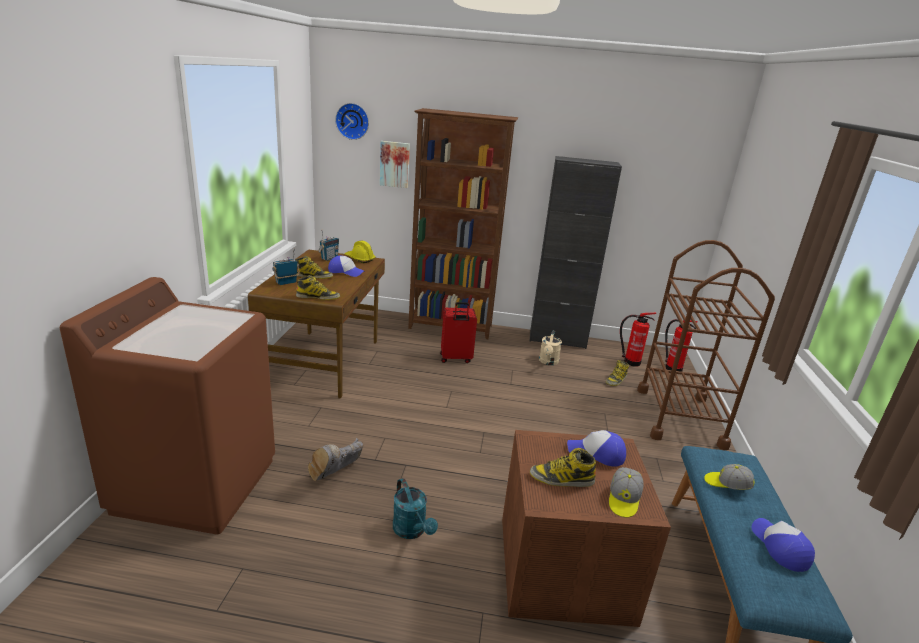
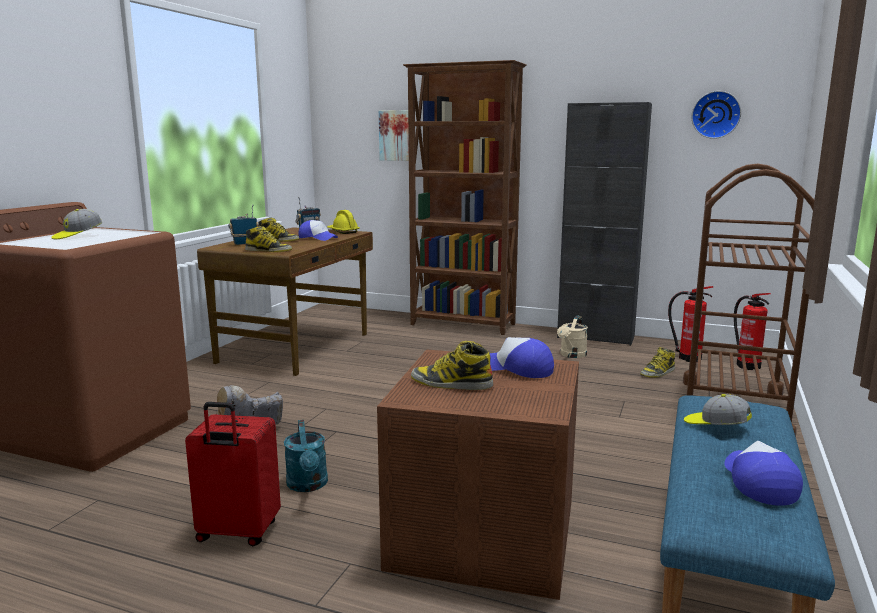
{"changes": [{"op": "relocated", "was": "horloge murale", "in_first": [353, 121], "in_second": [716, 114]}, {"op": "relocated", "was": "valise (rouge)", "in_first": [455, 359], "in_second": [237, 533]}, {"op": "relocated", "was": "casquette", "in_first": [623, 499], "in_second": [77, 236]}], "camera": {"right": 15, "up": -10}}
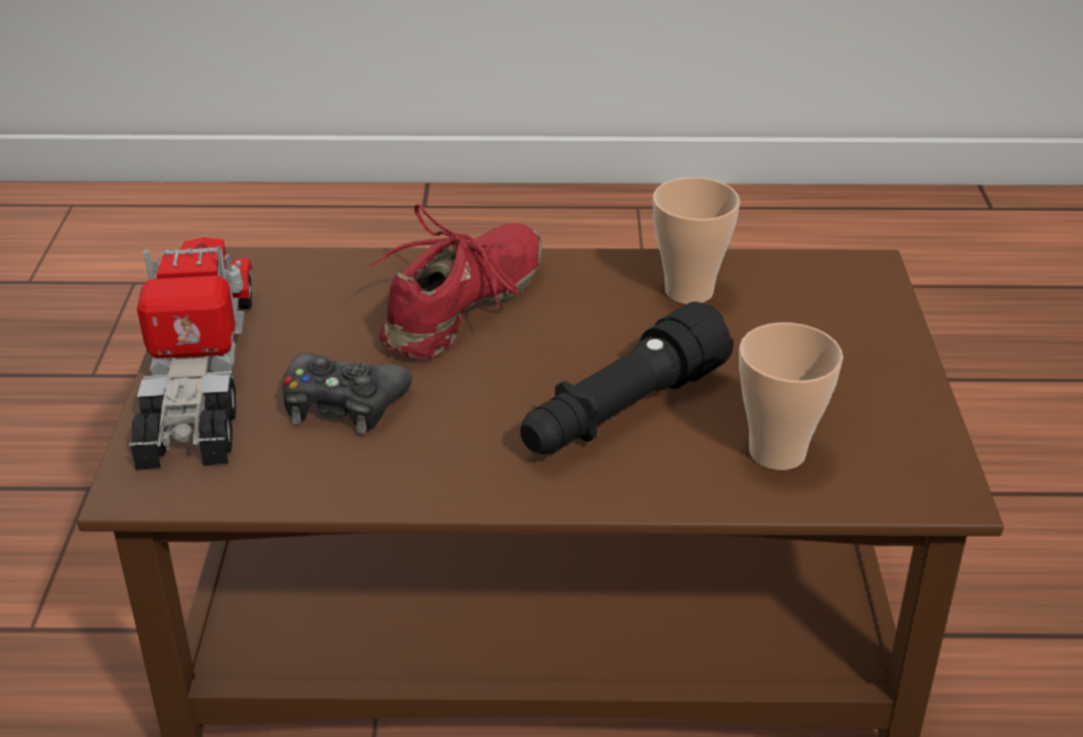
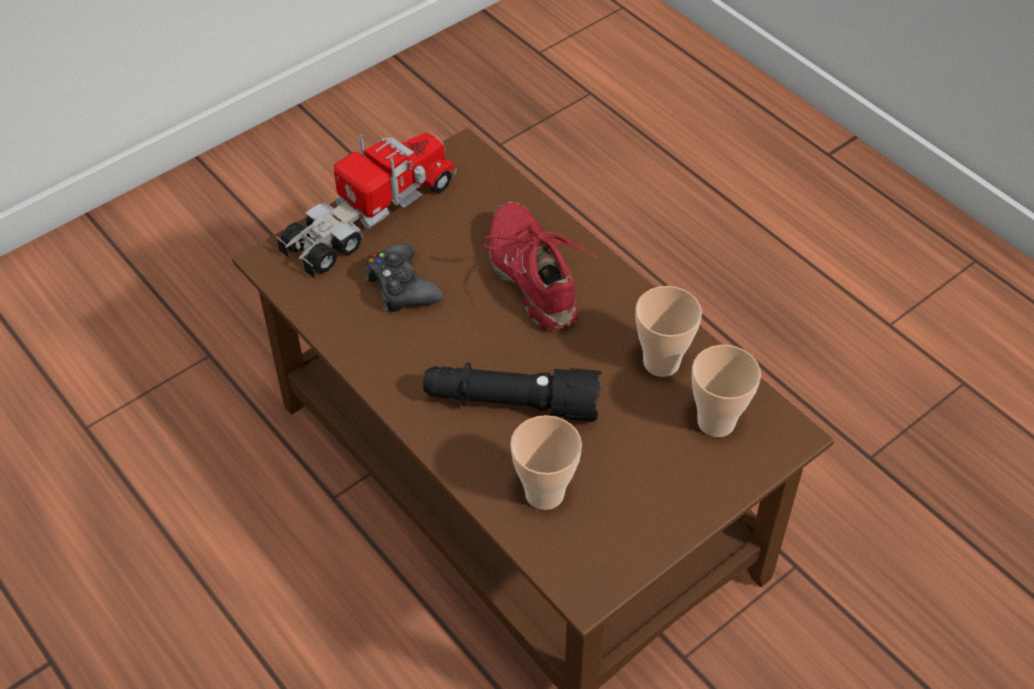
{"changes": [{"op": "spun", "was": "chaussure (rouge)", "in_first": [465, 308], "in_second": [534, 276], "clockwise": -105}, {"op": "appeared", "now": "tasse", "in_second": [716, 422]}], "camera": {"right": 50, "up": 15}}
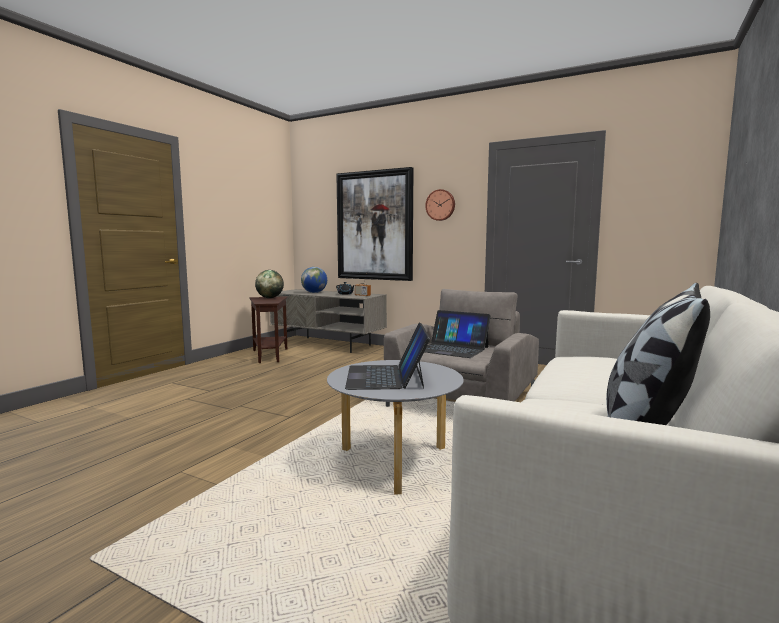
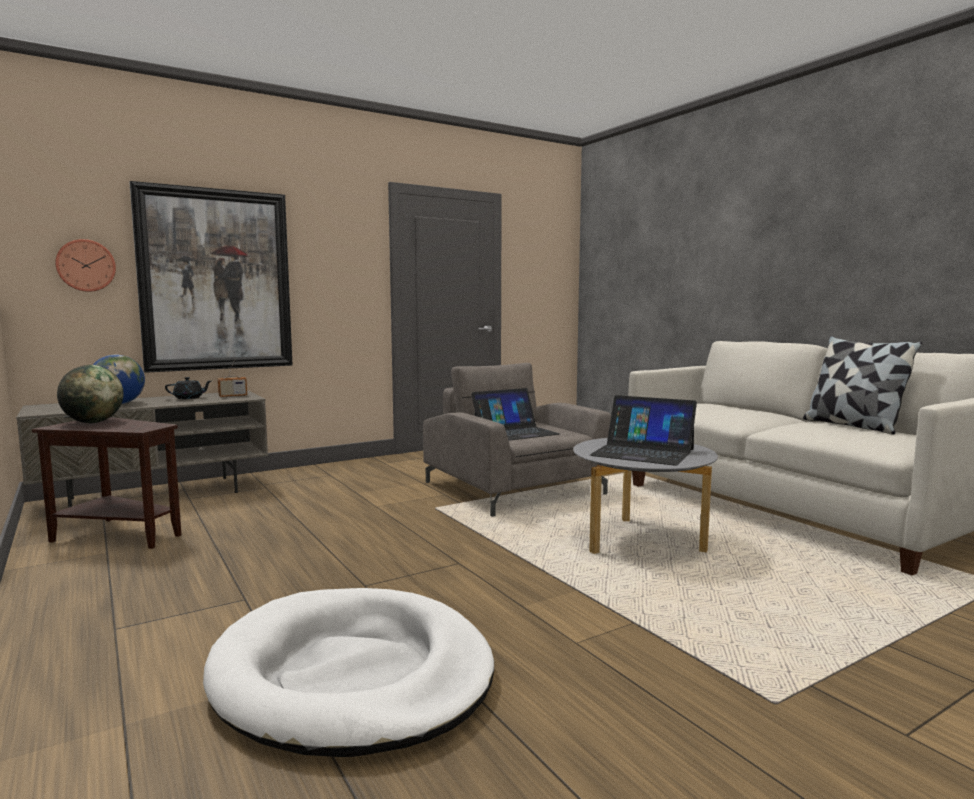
{"changes": [{"op": "relocated", "was": "horloge murale", "in_first": [440, 205], "in_second": [86, 265]}, {"op": "appeared", "now": "panier pour chien (blanc)", "in_second": [352, 676]}], "camera": {"right": -60, "up": 0}}
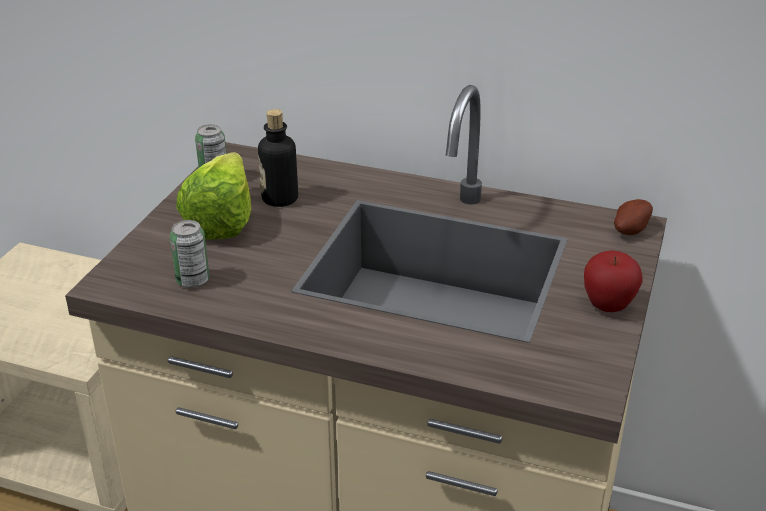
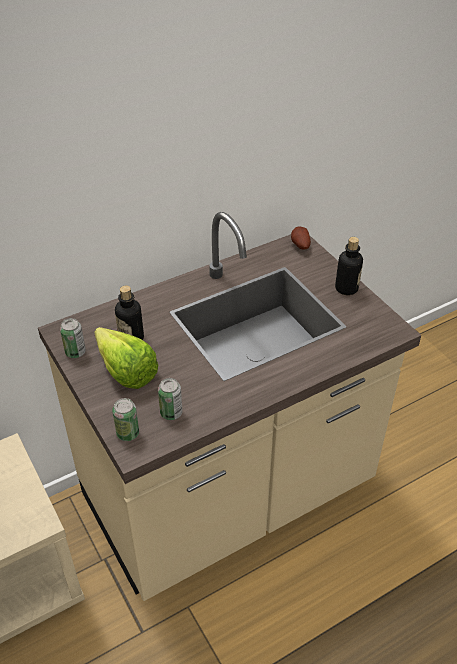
{"changes": [{"op": "exchanged", "was": "pomme", "now": "bouteille", "in_first": [608, 306], "in_second": [346, 288]}, {"op": "appeared", "now": "boîte métallique", "in_second": [127, 433]}], "camera": {"right": -50, "up": 10}}
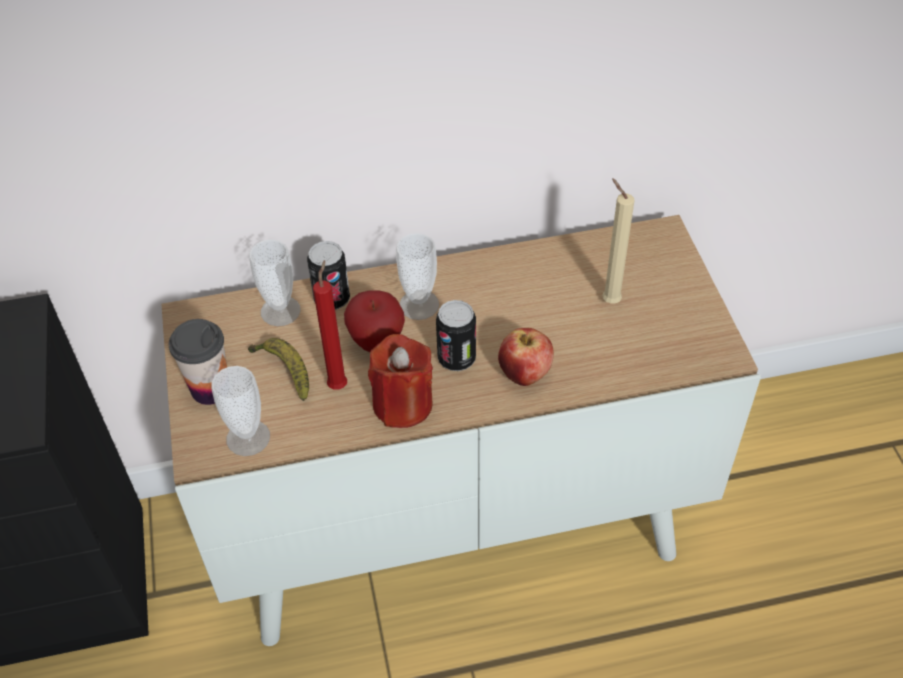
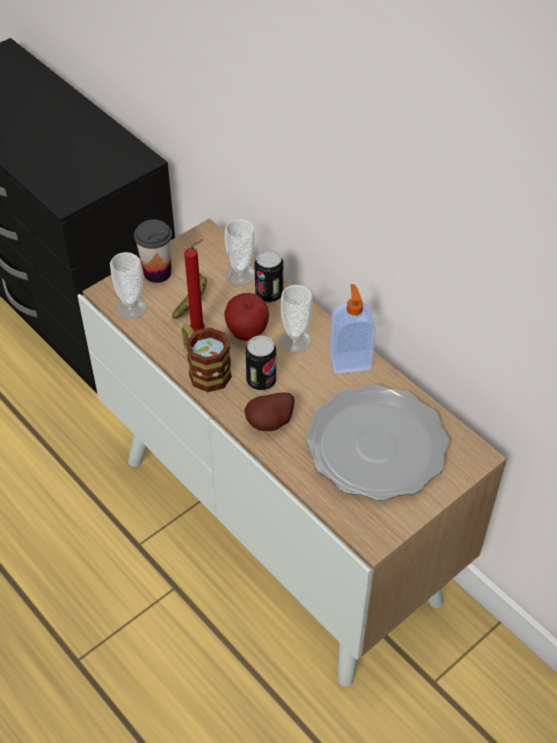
{"changes": [{"op": "exchanged", "was": "bougie (rouge)", "now": "mug", "in_first": [403, 404], "in_second": [204, 369]}, {"op": "exchanged", "was": "pomme", "now": "pomme de terre", "in_first": [524, 374], "in_second": [272, 424]}, {"op": "exchanged", "was": "bougie (beige)", "now": "assiette", "in_first": [608, 300], "in_second": [377, 445]}, {"op": "appeared", "now": "distributeur de savon", "in_second": [350, 361]}], "camera": {"right": 60, "up": 0}}
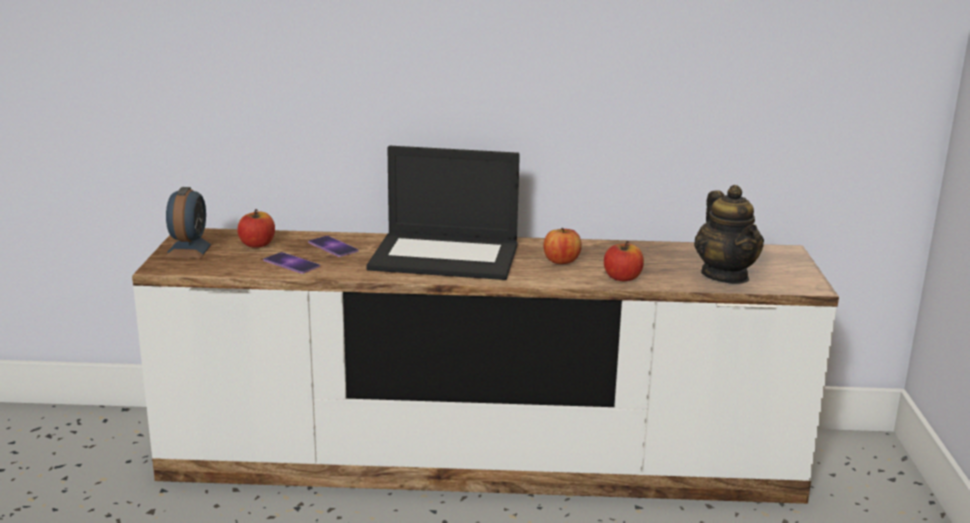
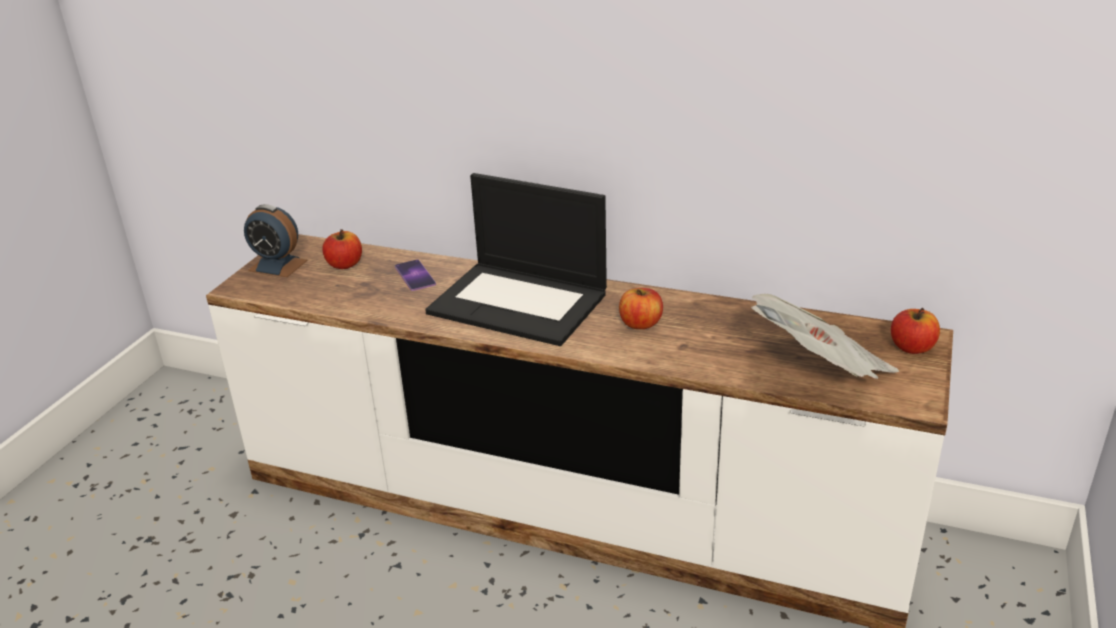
{"changes": [{"op": "spun", "was": "réveil", "in_first": [189, 250], "in_second": [278, 265], "clockwise": 90}, {"op": "missing", "was": "téléphone", "in_first": [291, 263]}, {"op": "relocated", "was": "pomme", "in_first": [622, 278], "in_second": [912, 347]}, {"op": "exchanged", "was": "théière", "now": "journal", "in_first": [725, 275], "in_second": [821, 370]}], "camera": {"right": 20, "up": 10}}
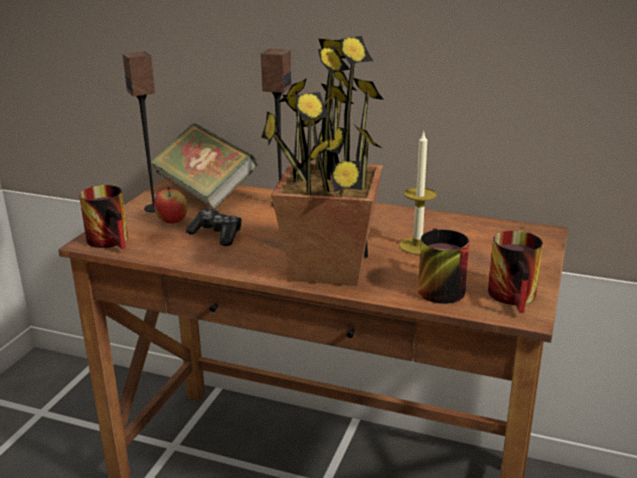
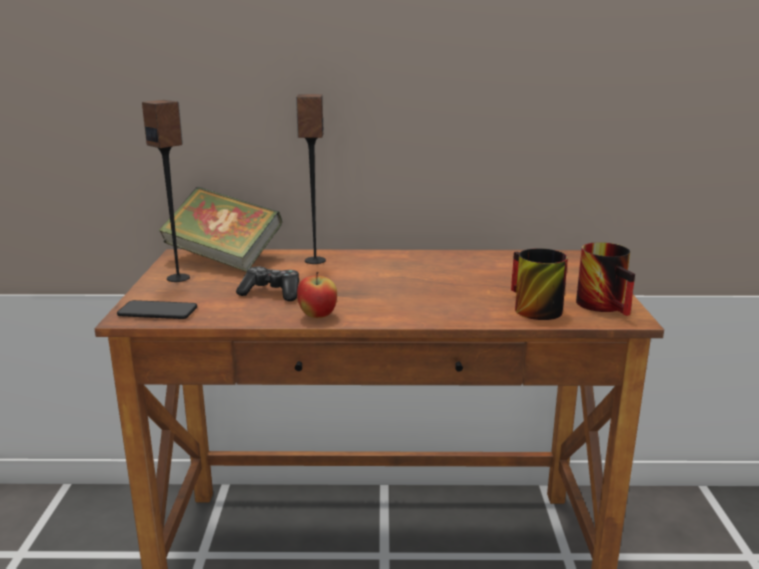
{"changes": [{"op": "exchanged", "was": "mug", "now": "téléphone", "in_first": [114, 240], "in_second": [157, 311]}, {"op": "relocated", "was": "pomme", "in_first": [173, 222], "in_second": [317, 316]}, {"op": "missing", "was": "plante en pot", "in_first": [329, 269]}, {"op": "missing", "was": "bougie", "in_first": [417, 246]}], "camera": {"right": -20, "up": -5}}
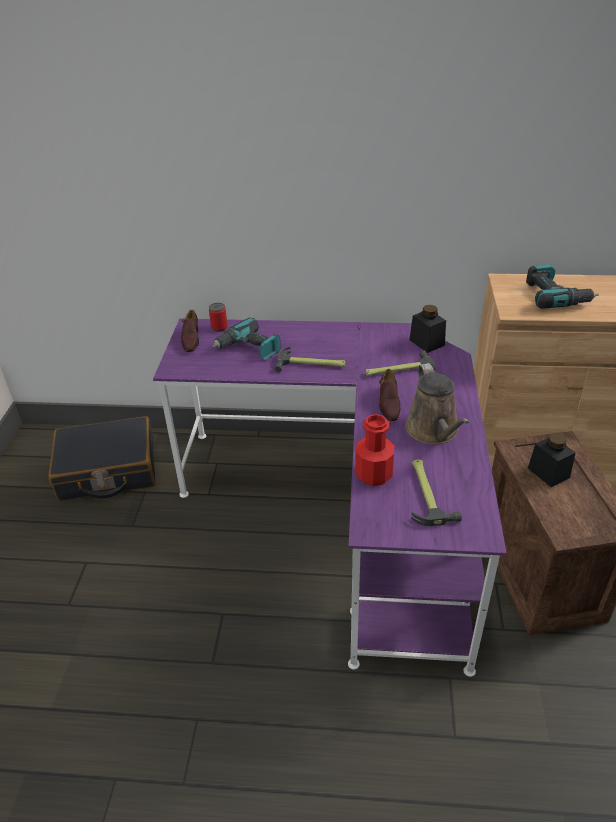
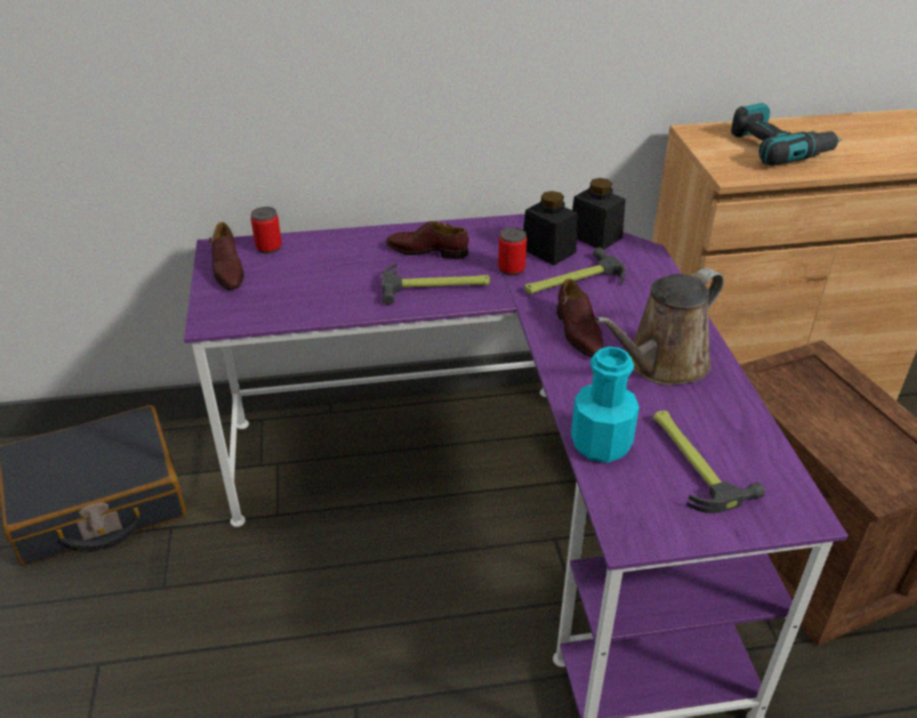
{"changes": [{"op": "missing", "was": "perceuse", "in_first": [249, 349]}, {"op": "colour", "was": "bouteille (rouge)", "now": "bouteille (turquoise)", "in_first": [373, 474], "in_second": [601, 444]}, {"op": "spun", "was": "arrosoir (marron)", "in_first": [434, 431], "in_second": [661, 364], "clockwise": 75}, {"op": "relocated", "was": "bocal (noir)", "in_first": [548, 473], "in_second": [548, 250]}, {"op": "appeared", "now": "chaussure (marron)", "in_second": [427, 251]}, {"op": "appeared", "now": "boîte métallique", "in_second": [511, 269]}], "camera": {"right": -15, "up": 0}}
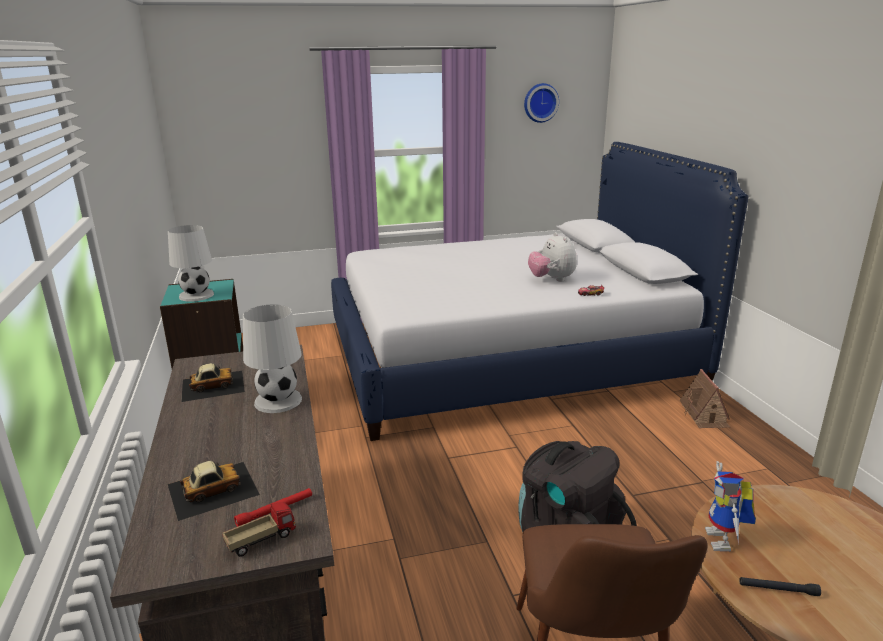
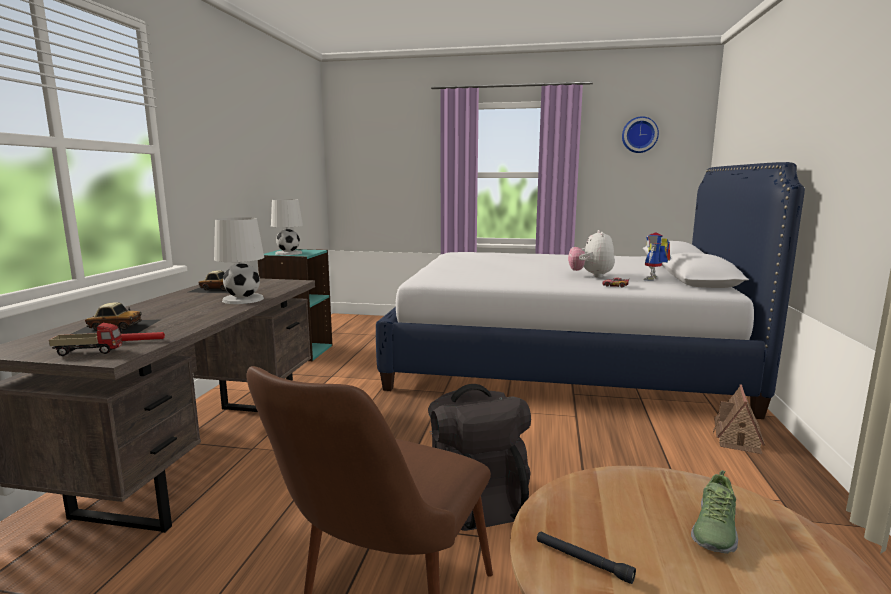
{"changes": [{"op": "relocated", "was": "robot jouet", "in_first": [724, 542], "in_second": [654, 279]}, {"op": "appeared", "now": "chaussure", "in_second": [713, 530]}], "camera": {"right": 25, "up": -10}}
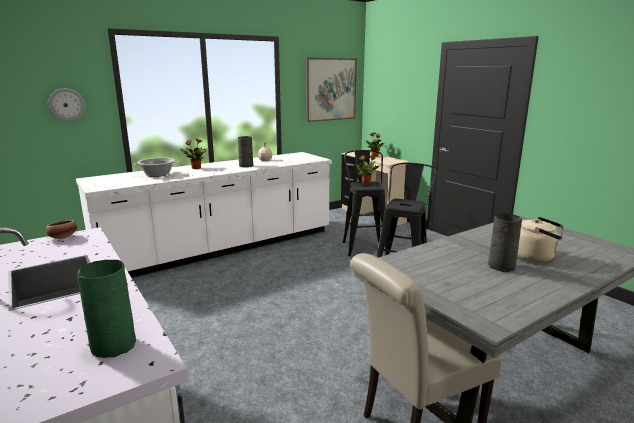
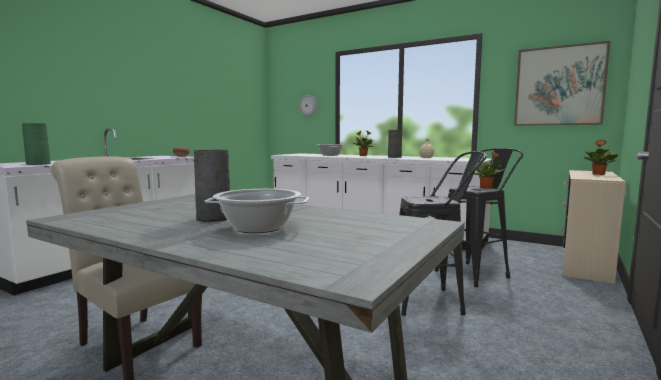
{"changes": [{"op": "exchanged", "was": "bouilloire (beige)", "now": "marmite", "in_first": [535, 257], "in_second": [258, 228]}], "camera": {"right": 65, "up": -10}}
